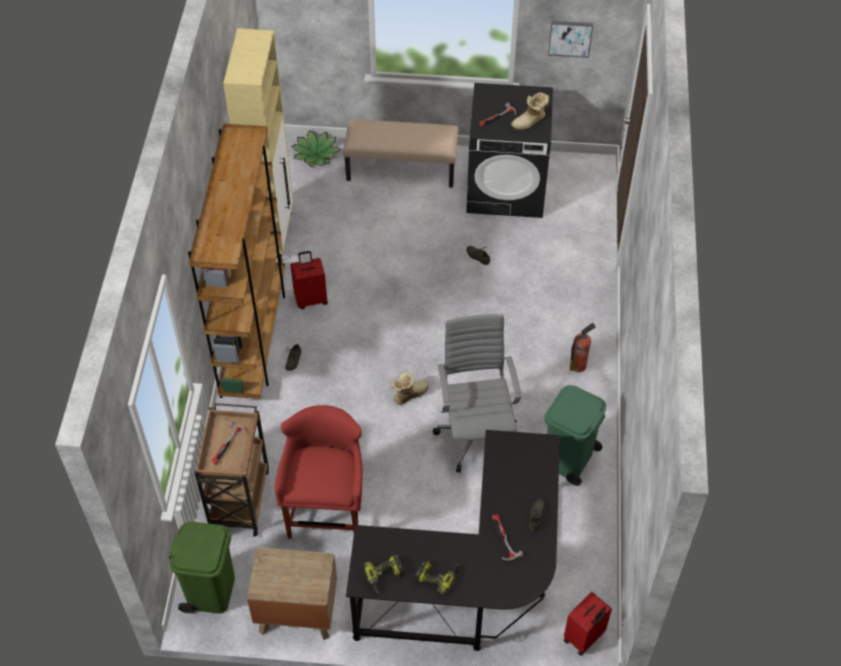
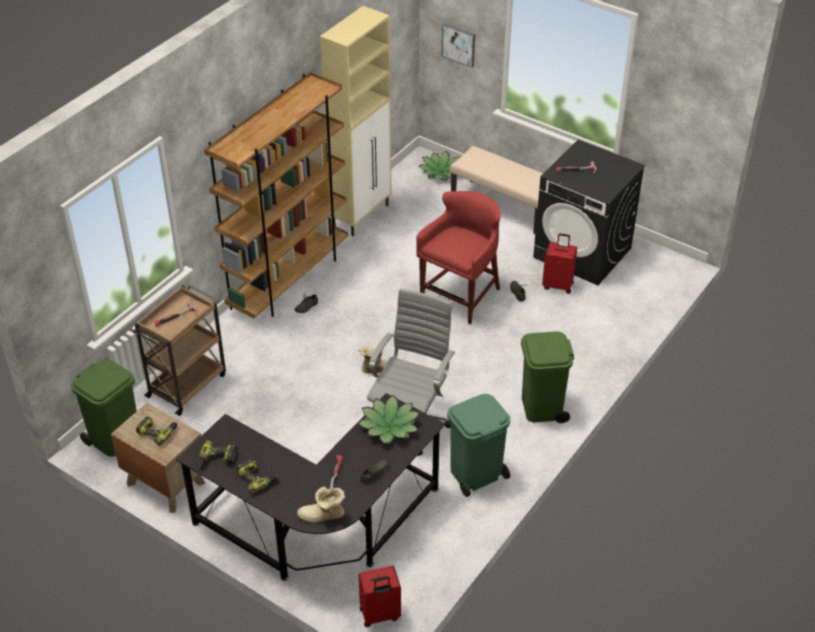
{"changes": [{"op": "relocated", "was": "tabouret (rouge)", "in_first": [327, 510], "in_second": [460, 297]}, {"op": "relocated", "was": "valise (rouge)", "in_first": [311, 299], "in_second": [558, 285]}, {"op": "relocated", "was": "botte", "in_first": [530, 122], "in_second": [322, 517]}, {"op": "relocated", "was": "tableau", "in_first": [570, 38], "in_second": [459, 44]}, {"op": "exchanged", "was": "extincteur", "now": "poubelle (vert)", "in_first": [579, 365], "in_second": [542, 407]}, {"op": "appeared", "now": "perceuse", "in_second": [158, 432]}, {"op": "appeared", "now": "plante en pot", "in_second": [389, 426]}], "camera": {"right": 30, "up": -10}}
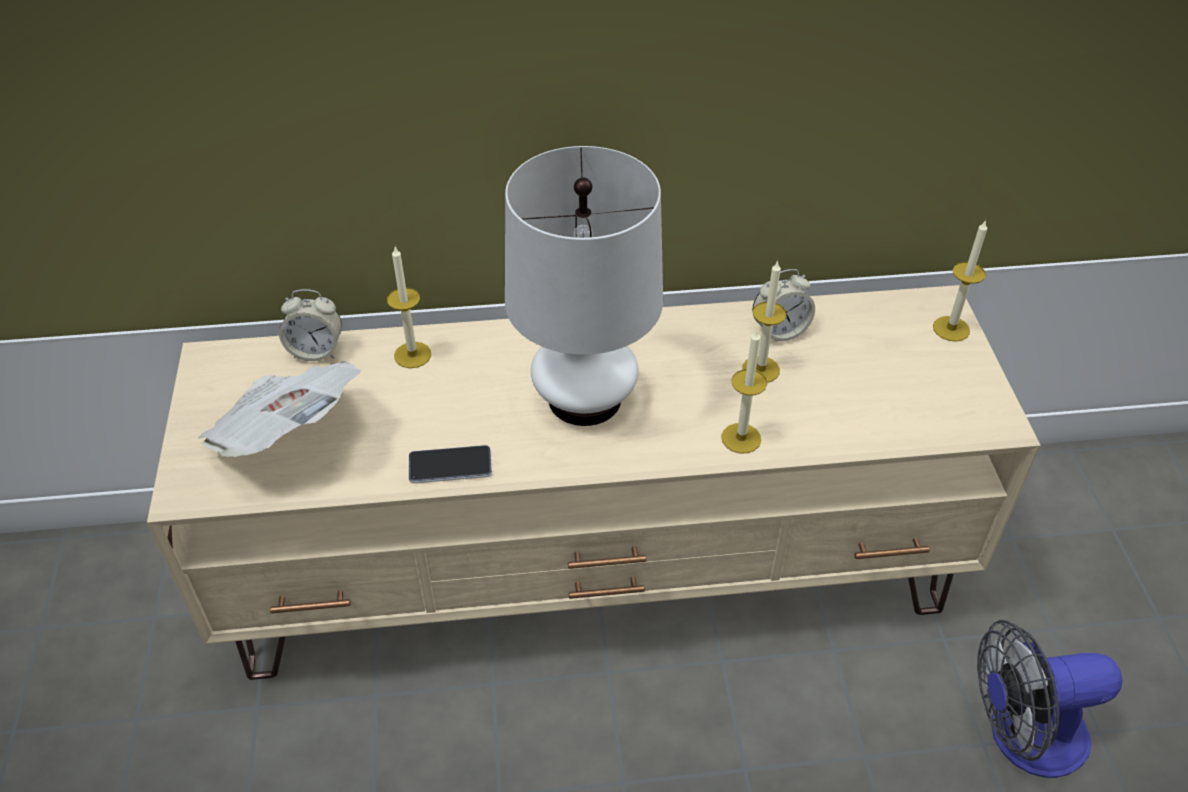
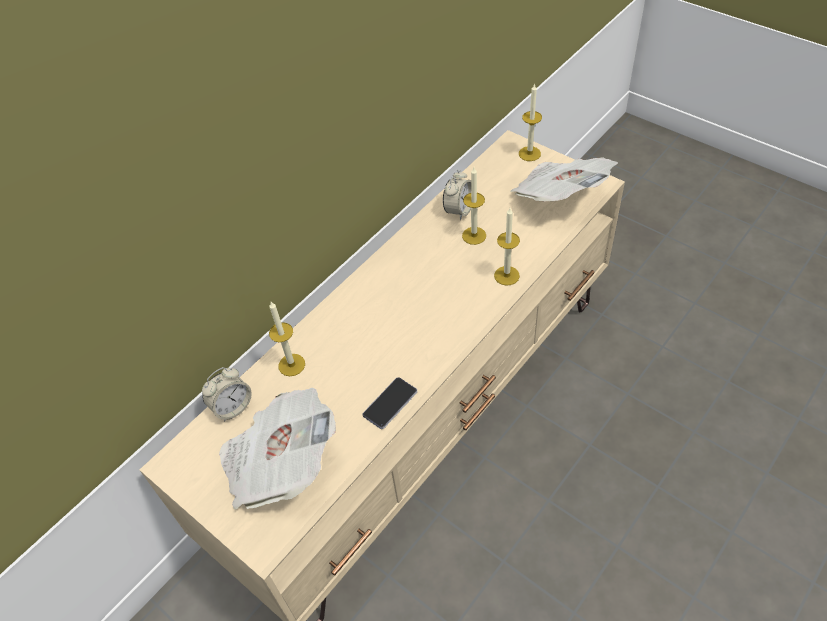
{"changes": [{"op": "missing", "was": "lampe de table (blanc)", "in_first": [584, 398]}, {"op": "missing", "was": "ventilateur", "in_first": [1022, 736]}, {"op": "appeared", "now": "journal", "in_second": [559, 196]}], "camera": {"right": -40, "up": 5}}
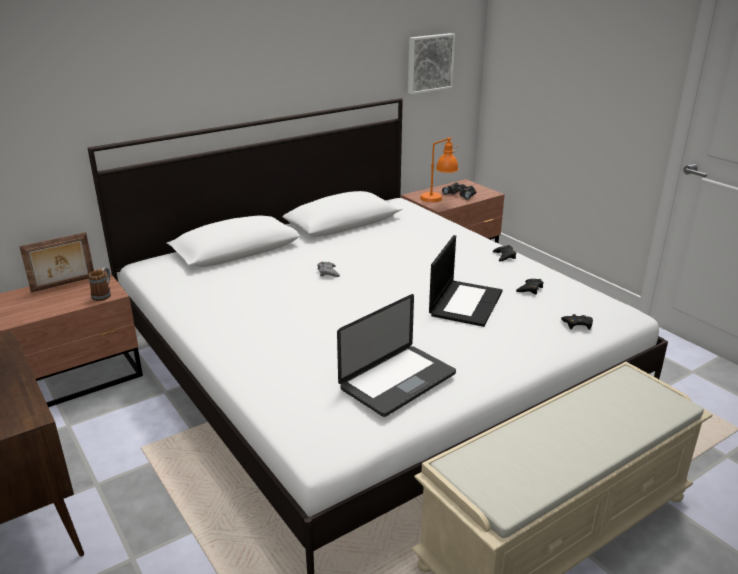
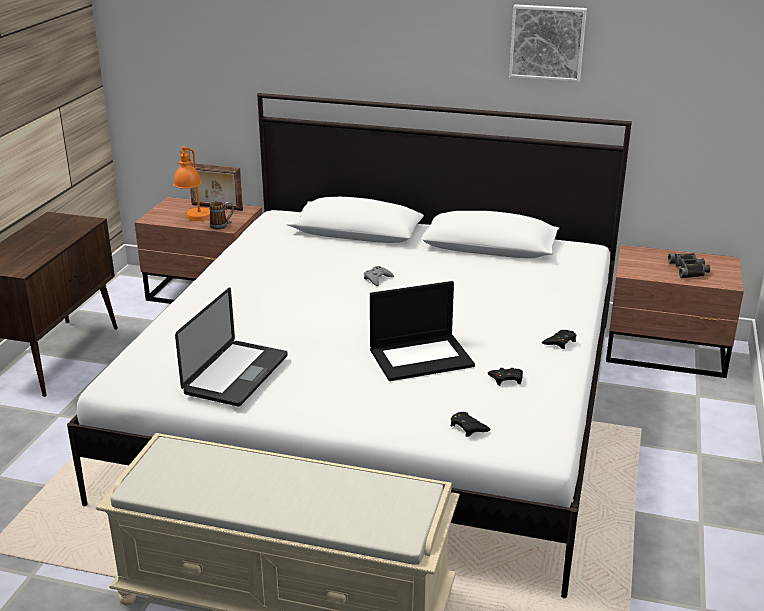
{"changes": [{"op": "spun", "was": "ordinateur portable", "in_first": [398, 381], "in_second": [236, 375], "clockwise": -75}, {"op": "relocated", "was": "tableau", "in_first": [429, 63], "in_second": [547, 42]}, {"op": "relocated", "was": "lampe de table (orange)", "in_first": [438, 201], "in_second": [195, 220]}], "camera": {"right": 50, "up": 0}}
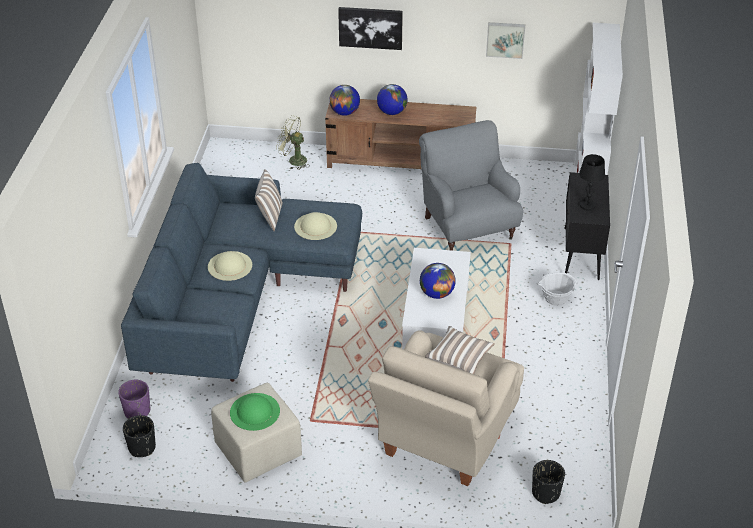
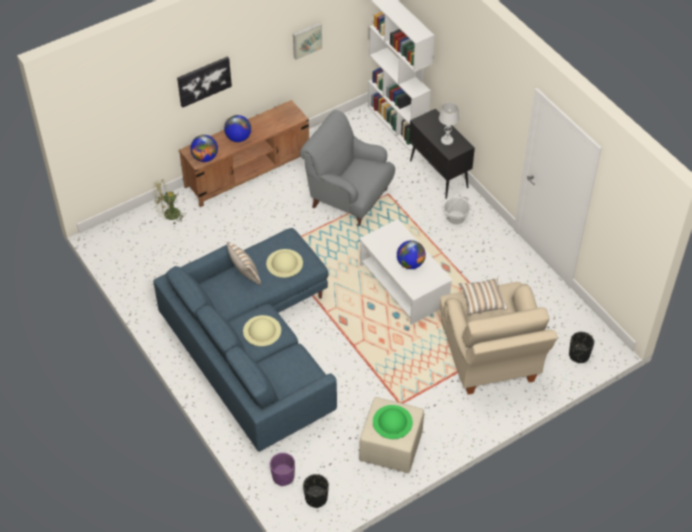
{"changes": [{"op": "colour", "was": "lampe de table (noir)", "now": "lampe de table (blanc)", "in_first": [587, 205], "in_second": [447, 140]}], "camera": {"right": -40, "up": 10}}
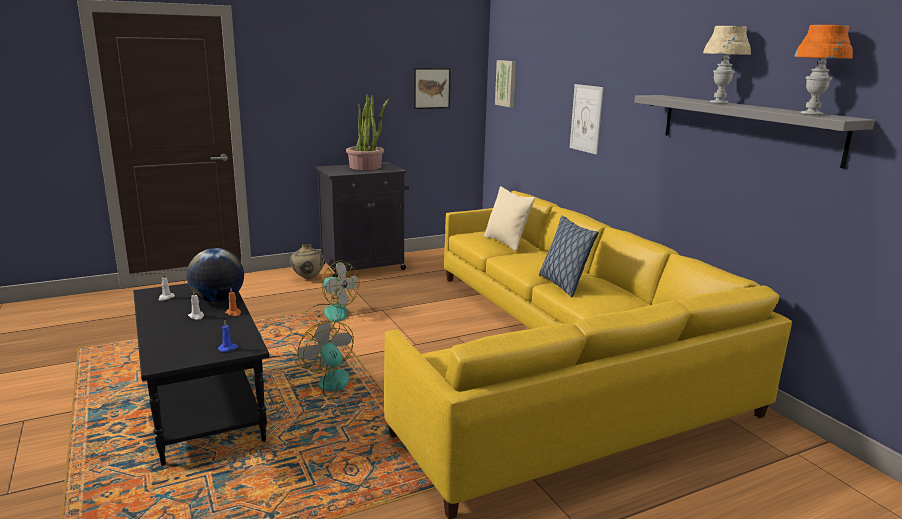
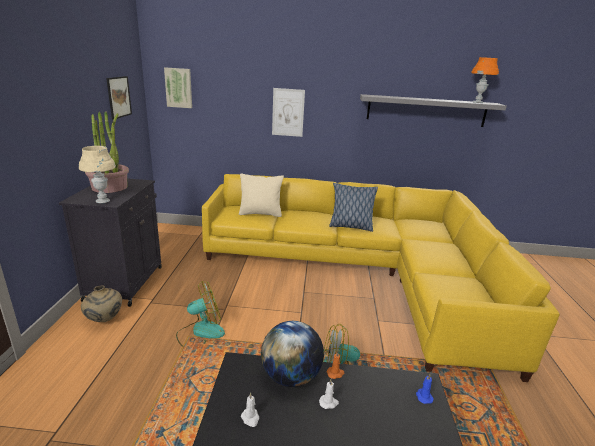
{"changes": [{"op": "relocated", "was": "lampe de table (beige)", "in_first": [719, 103], "in_second": [102, 201]}], "camera": {"right": -60, "up": 5}}
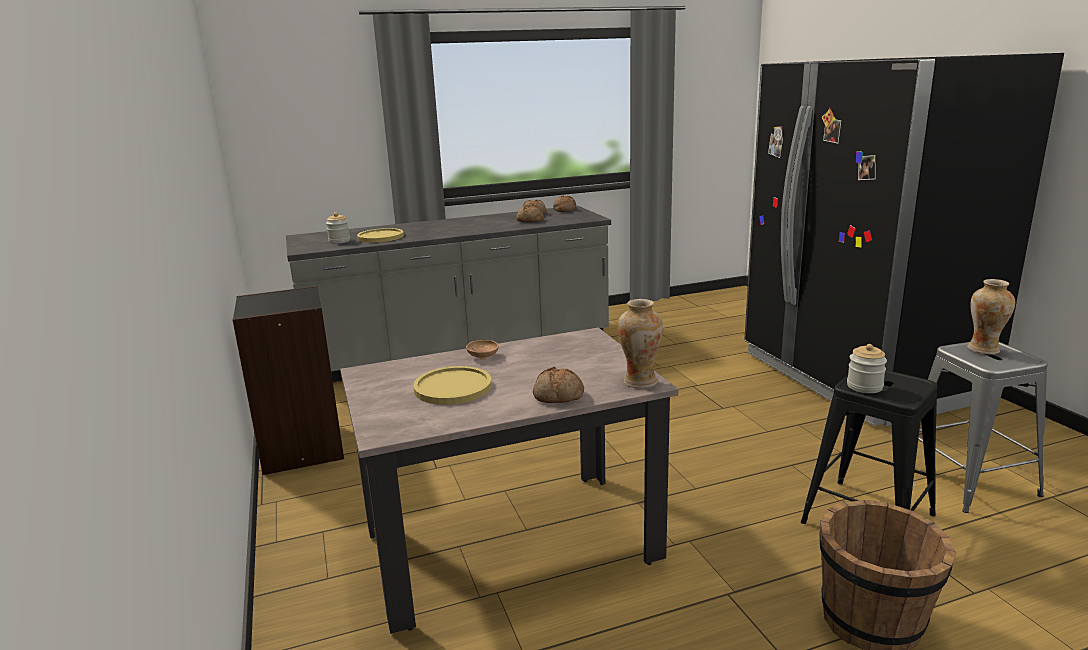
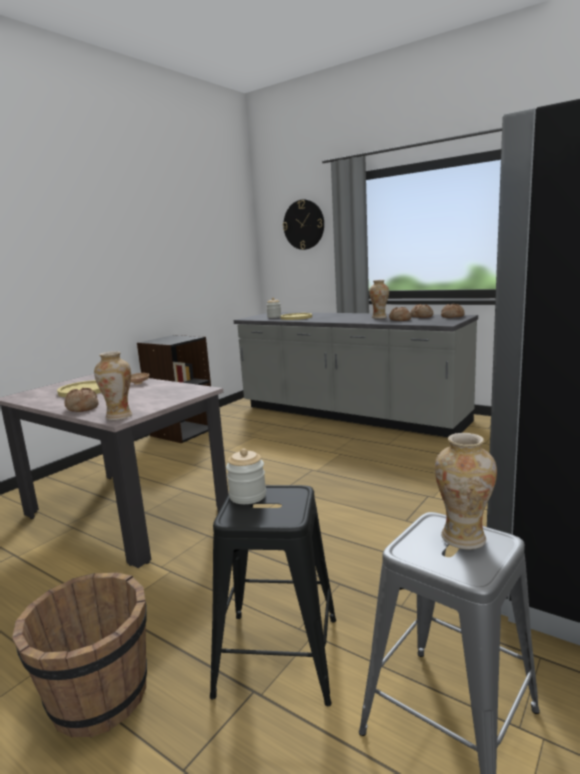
{"changes": [{"op": "appeared", "now": "horloge murale", "in_second": [304, 224]}, {"op": "appeared", "now": "vase", "in_second": [379, 317]}], "camera": {"right": 55, "up": -5}}
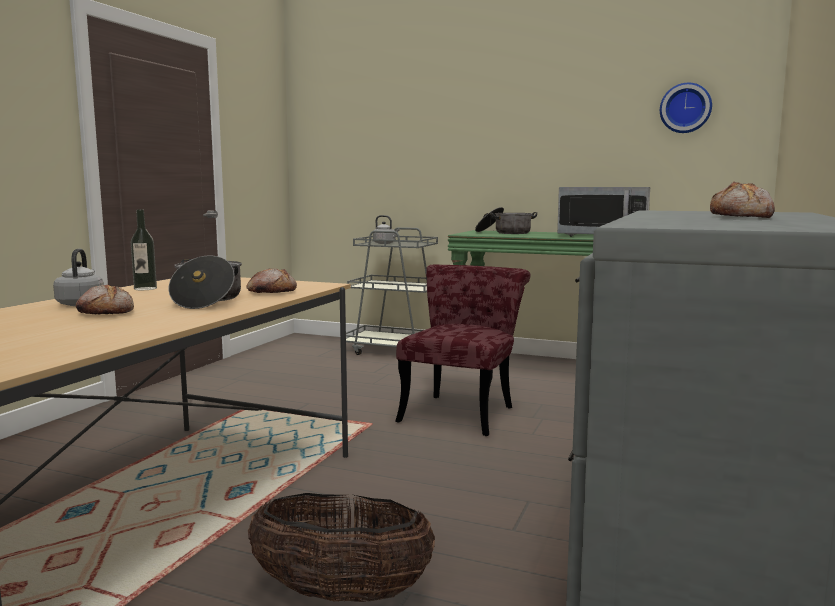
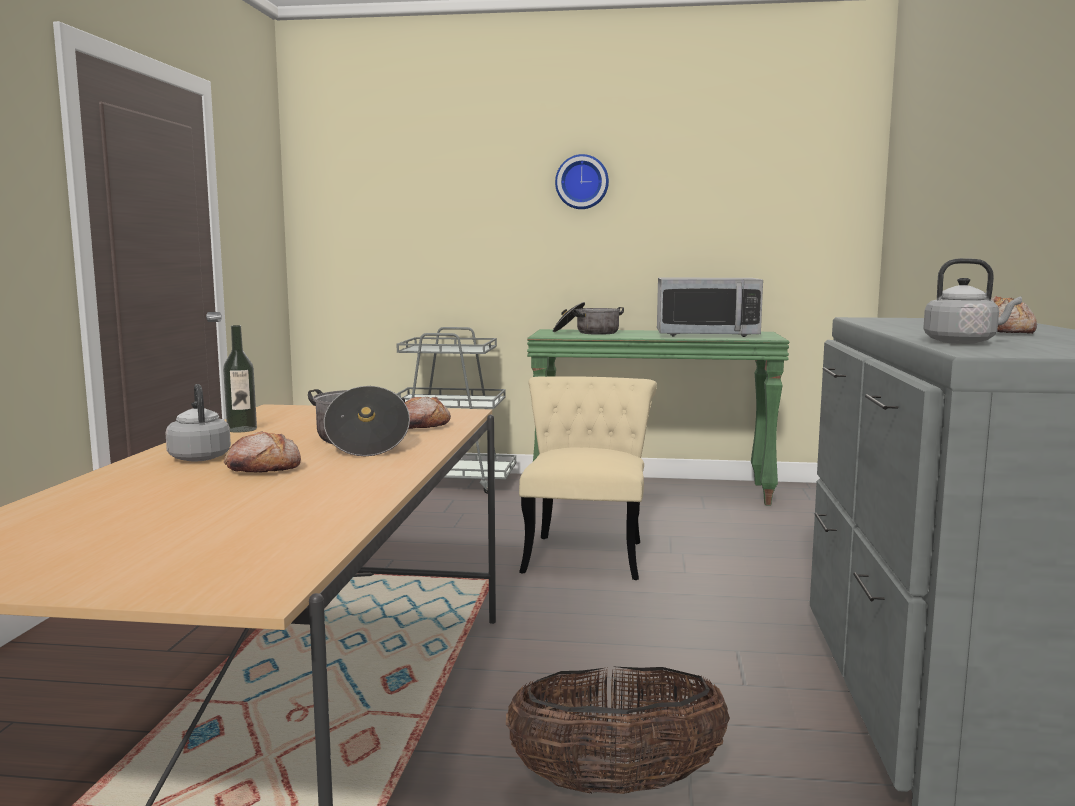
{"changes": [{"op": "relocated", "was": "bouilloire (gris)", "in_first": [385, 243], "in_second": [963, 342]}, {"op": "colour", "was": "chaise (rouge)", "now": "chaise (beige)", "in_first": [462, 411], "in_second": [586, 552]}, {"op": "relocated", "was": "horloge murale", "in_first": [685, 108], "in_second": [582, 182]}], "camera": {"right": -15, "up": 0}}
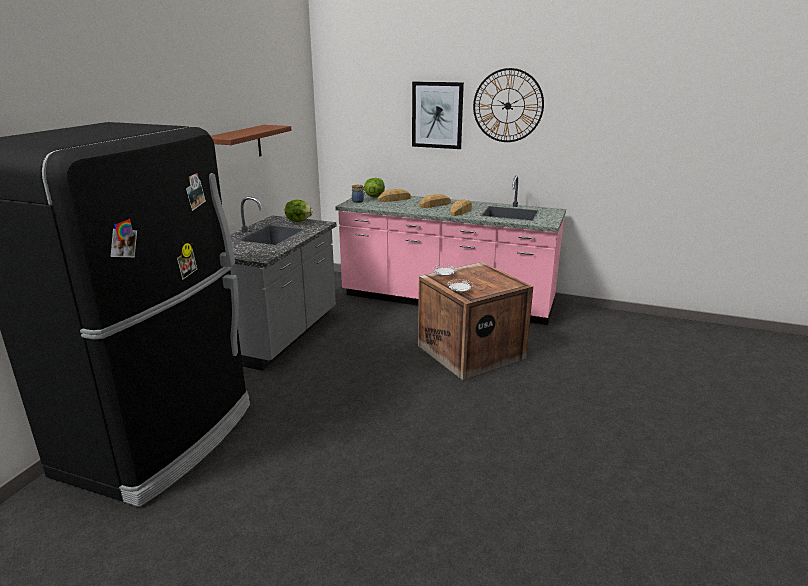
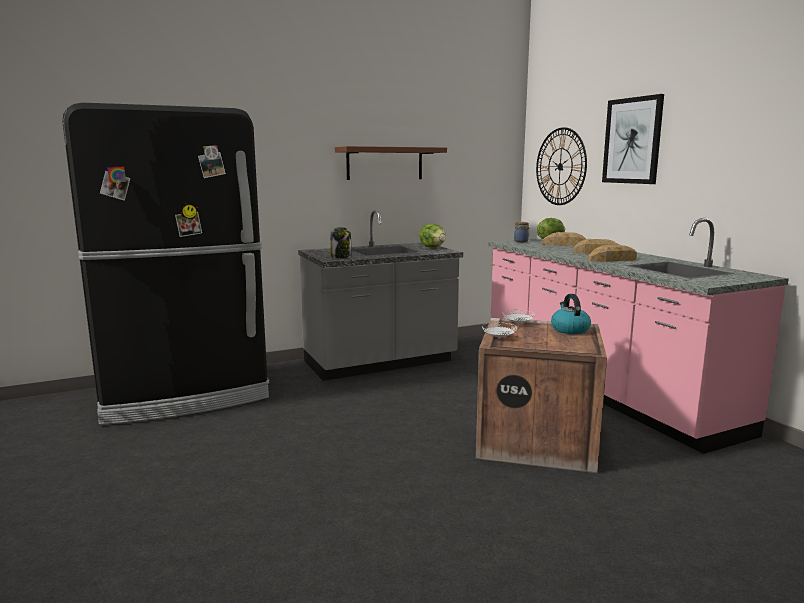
{"changes": [{"op": "relocated", "was": "horloge murale", "in_first": [508, 106], "in_second": [560, 166]}, {"op": "appeared", "now": "bocal", "in_second": [341, 257]}, {"op": "appeared", "now": "bouilloire", "in_second": [569, 329]}], "camera": {"right": 45, "up": -10}}
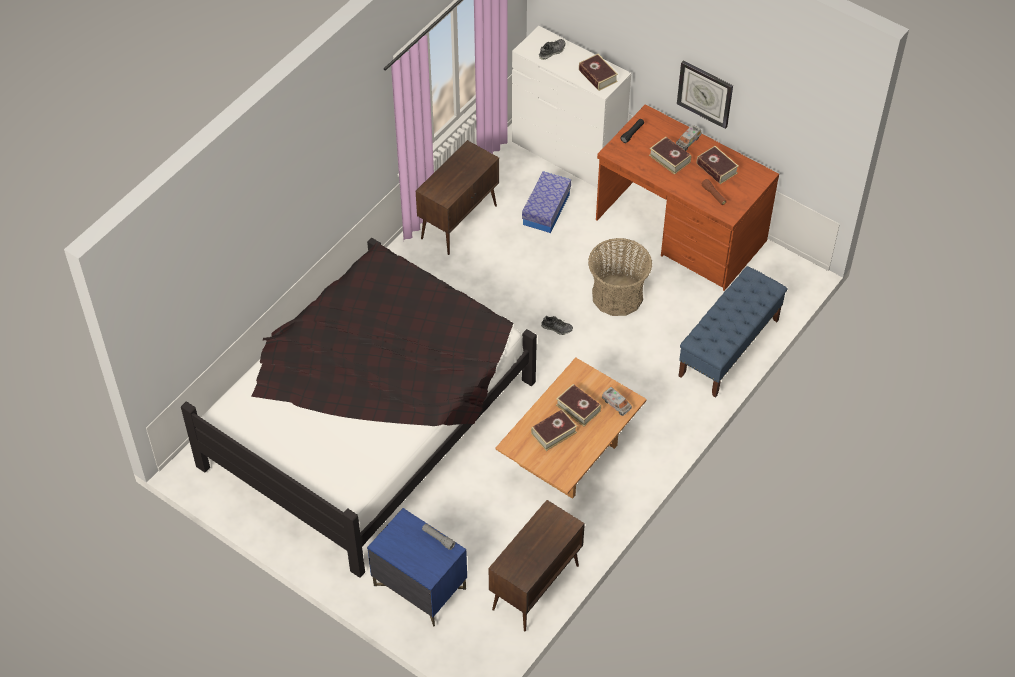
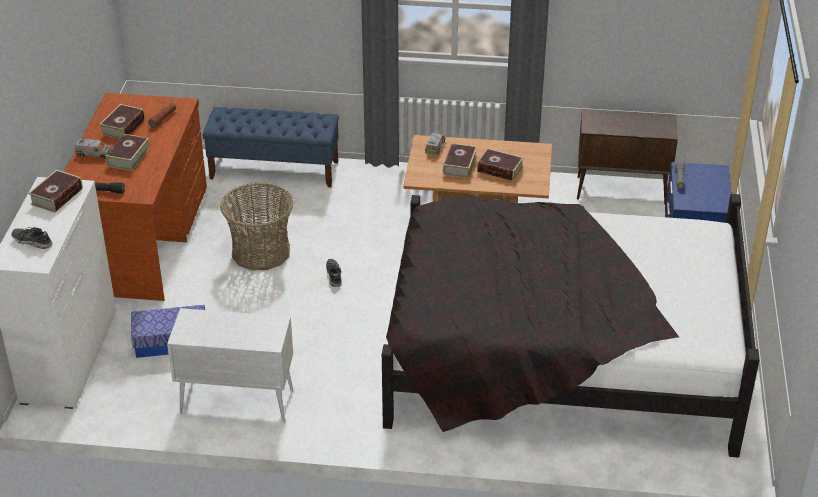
{"changes": [{"op": "colour", "was": "meuble de rangement (marron)", "now": "meuble de rangement (blanc)", "in_first": [459, 221], "in_second": [235, 401]}, {"op": "missing", "was": "horloge murale", "in_first": [705, 93]}], "camera": {"right": -120, "up": -15}}
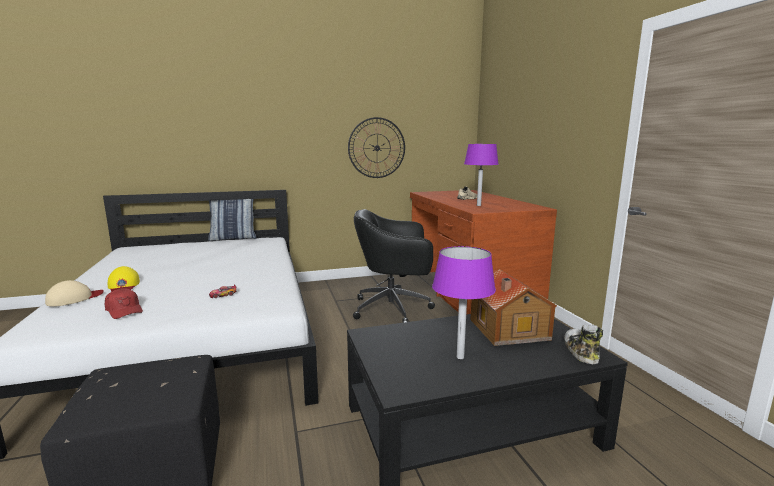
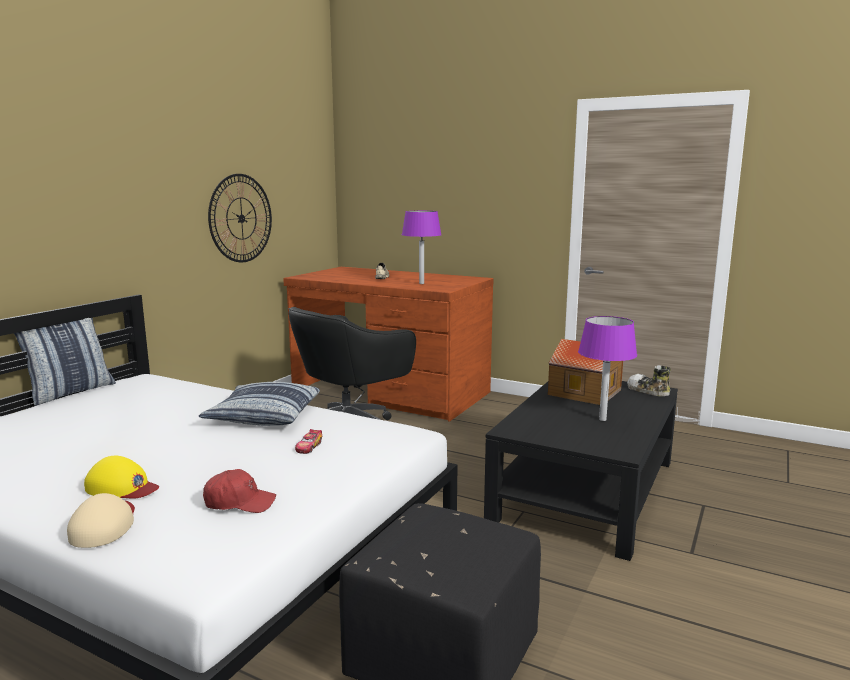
{"changes": [{"op": "appeared", "now": "coussin", "in_second": [263, 415]}], "camera": {"right": -45, "up": 0}}
